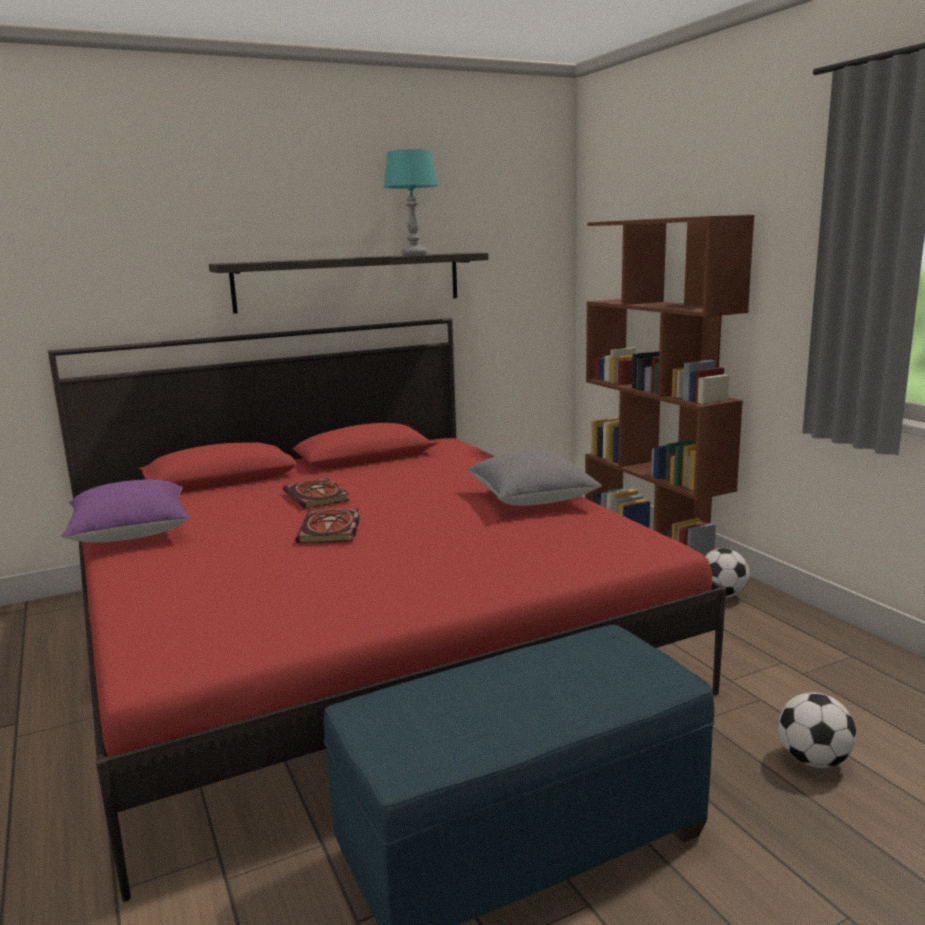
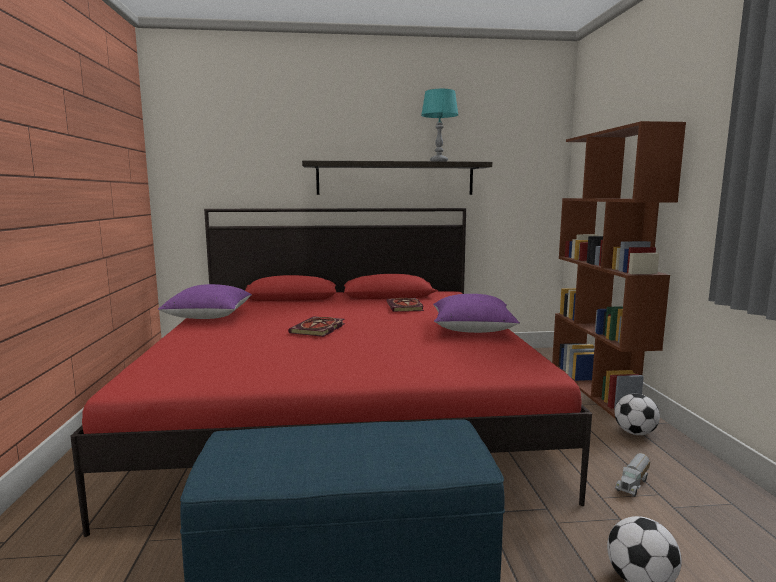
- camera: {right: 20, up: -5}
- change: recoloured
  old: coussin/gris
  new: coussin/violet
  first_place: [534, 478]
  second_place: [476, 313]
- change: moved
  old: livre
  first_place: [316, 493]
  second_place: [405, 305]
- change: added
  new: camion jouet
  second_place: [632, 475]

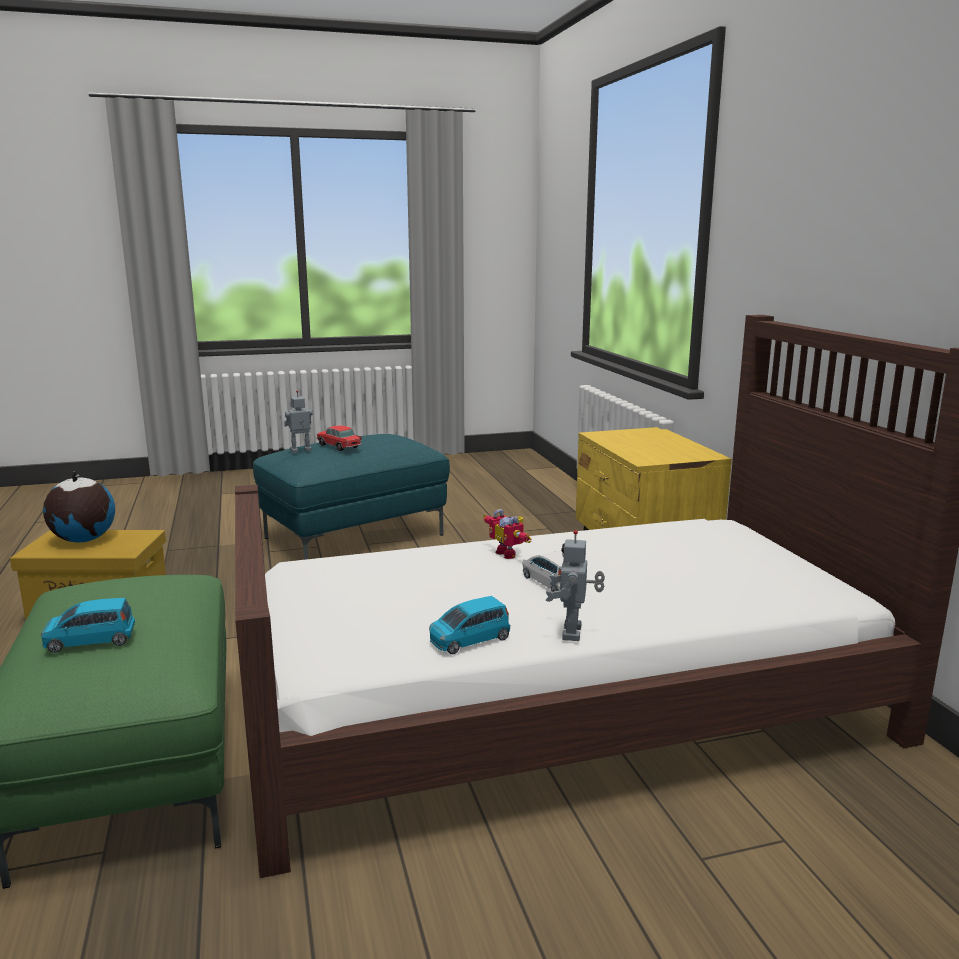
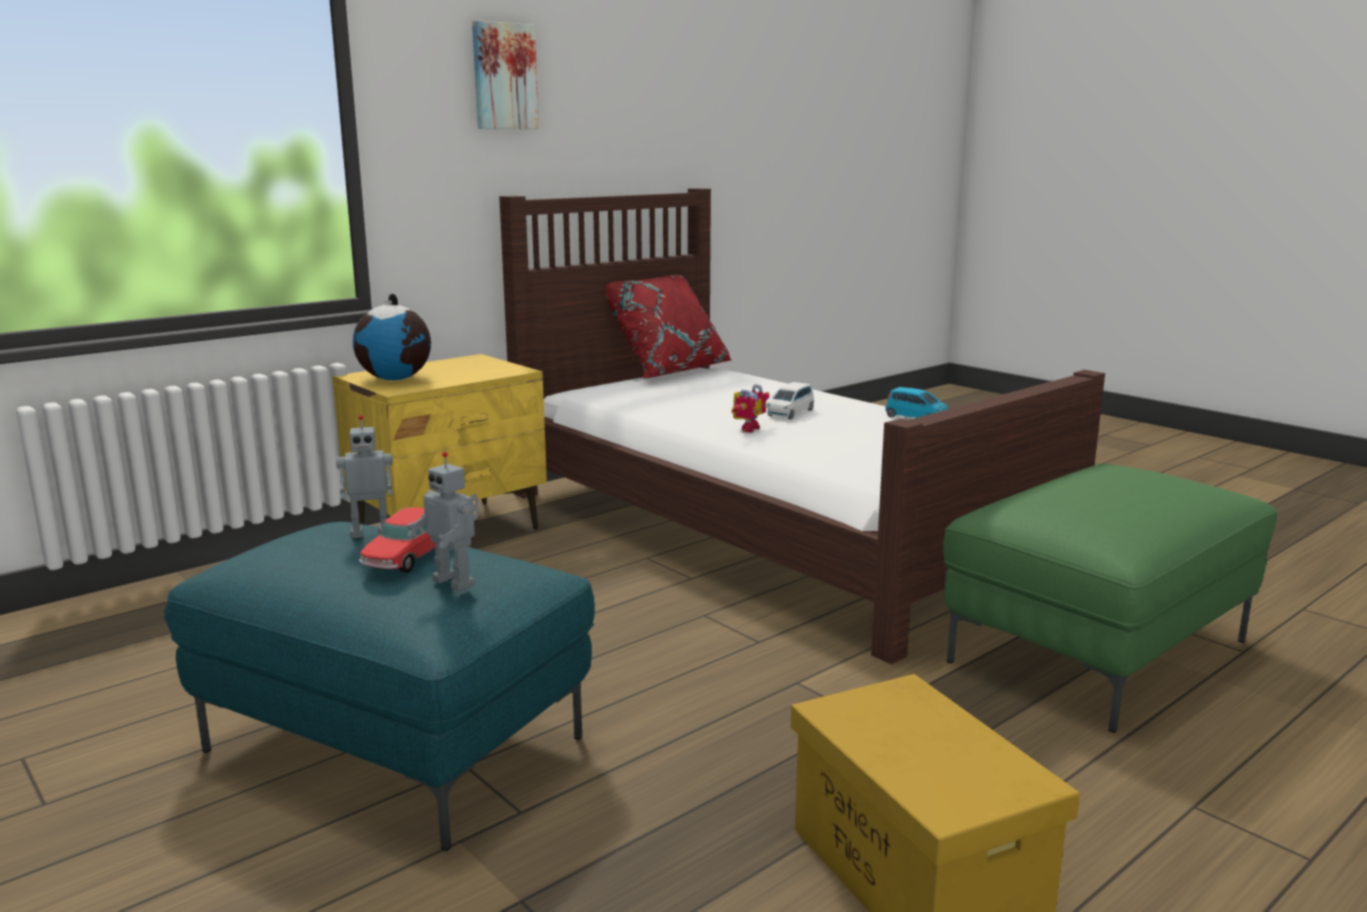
- camera: {right: -115, up: 0}
- change: moved
  old: globe
  first_place: [79, 507]
  second_place: [392, 337]
- change: moved
  old: robot jouet
  first_place: [575, 585]
  second_place: [364, 476]
- change: removed
  old: petite voiture/bleu
  first_place: [88, 625]
- change: added
  new: tableau
  second_place: [505, 74]
- change: added
  new: coussin/rouge
  second_place: [668, 327]

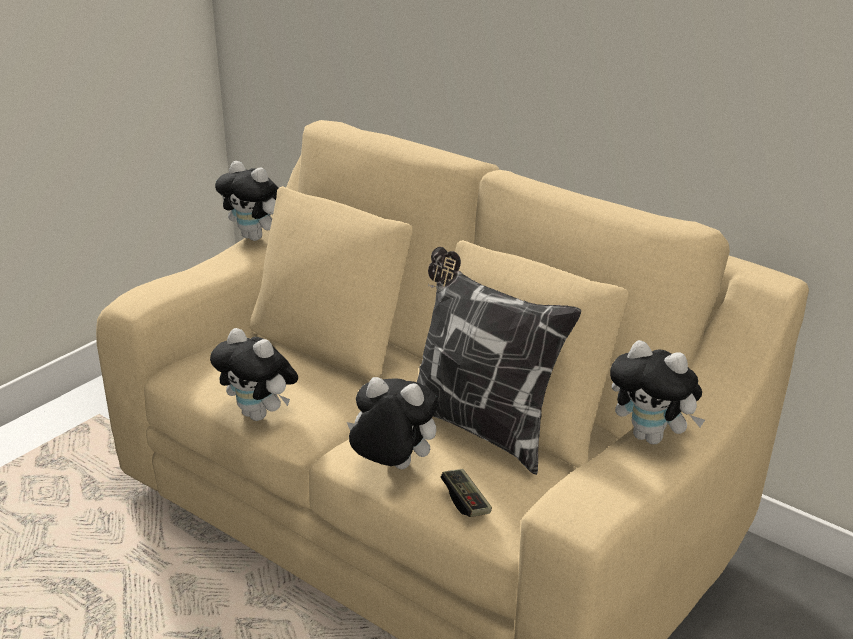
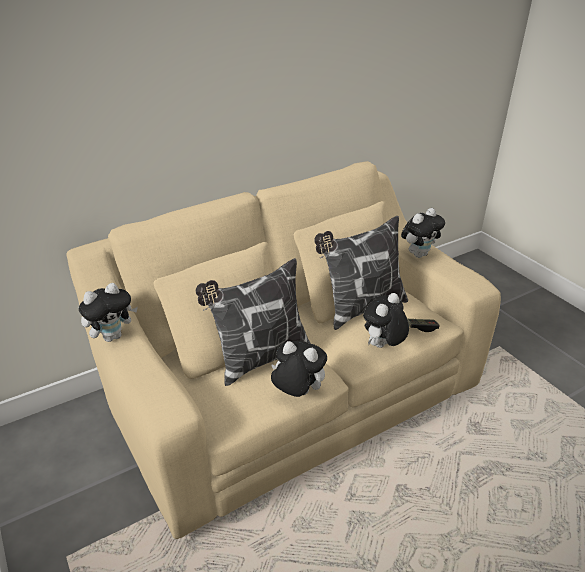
- camera: {right: -70, up: 5}
- change: turned
  old: peluche
  first_place: [254, 374]
  second_place: [299, 369]
  degrees: -120
- change: added
  new: coussin
  second_place: [253, 322]

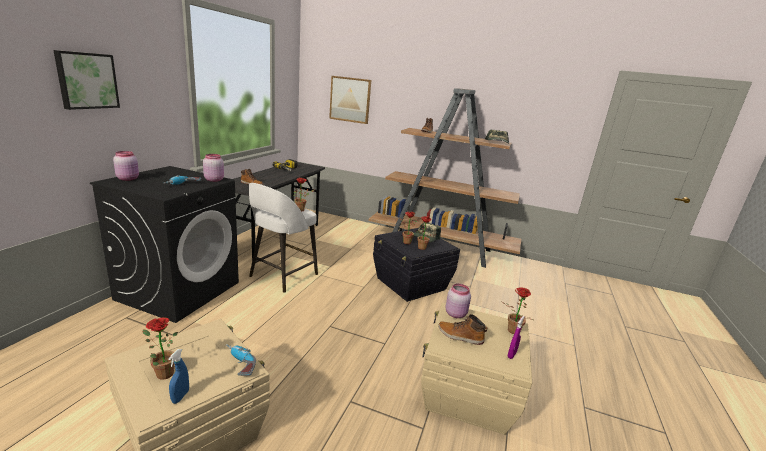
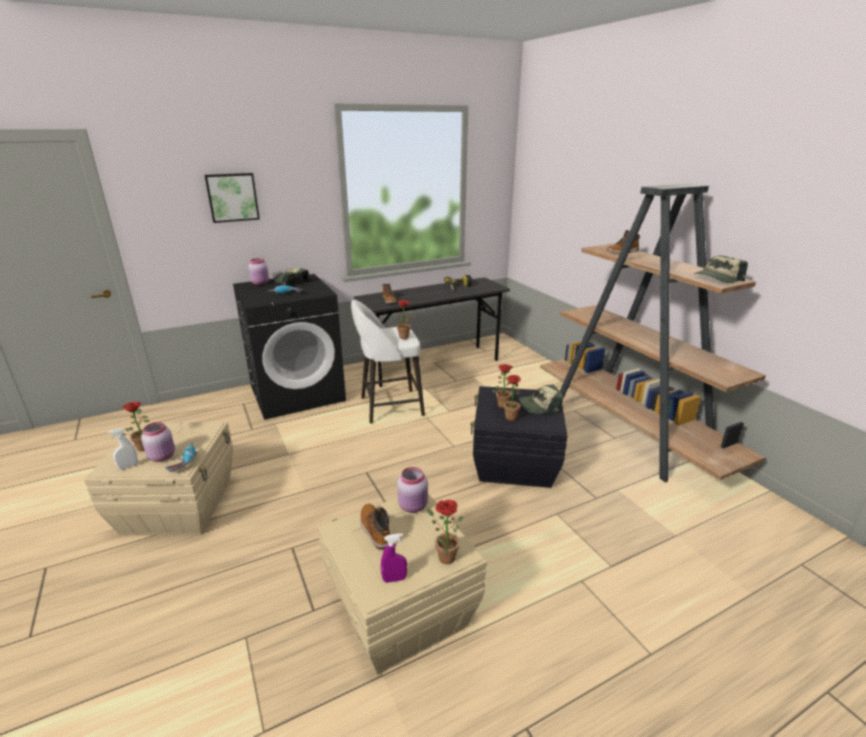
- camera: {right: 45, up: 5}
- change: removed
  old: tableau
  first_place: [350, 100]
- change: moved
  old: bocal/rose
  first_place: [213, 168]
  second_place: [158, 442]
- change: recoloured
  old: vaporisateur/bleu
  new: vaporisateur/blanc
  first_place: [178, 376]
  second_place: [123, 449]
- change: added
  new: casquette
  second_place: [292, 277]

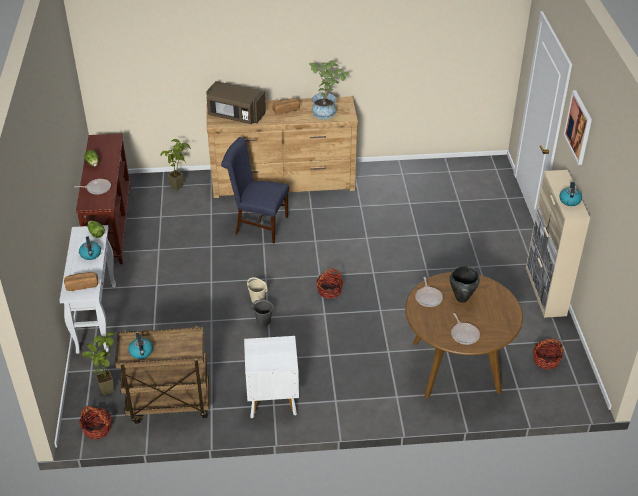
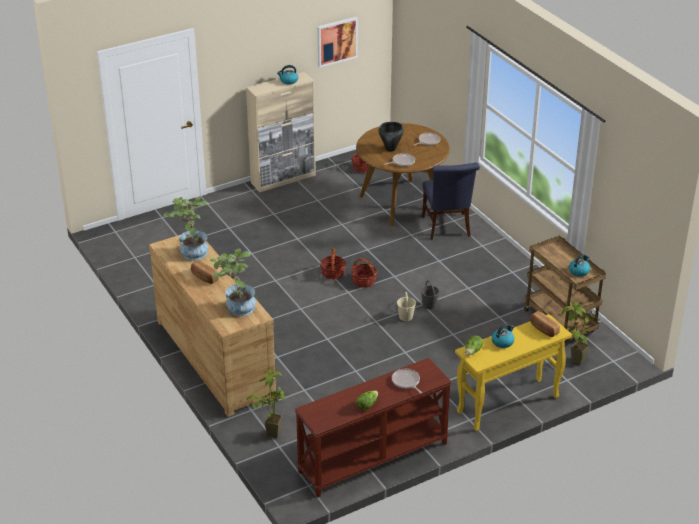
- camera: {right: -115, up: -5}
- change: replaced
  old: micro-ondes/marron
  new: plante en pot
  first_place: [236, 102]
  second_place: [233, 282]
- change: moved
  old: tableau
  first_place: [577, 127]
  second_place: [338, 42]
- change: moved
  old: chaise/bleu
  first_place: [255, 190]
  second_place: [451, 201]
- change: recoloured
  old: table console/blanc
  new: table console/jaune
  first_place: [87, 289]
  second_place: [513, 372]
- change: removed
  old: table de chevet/blanc
  first_place: [271, 377]
- change: moved
  old: panier
  first_place: [95, 423]
  second_place: [333, 263]

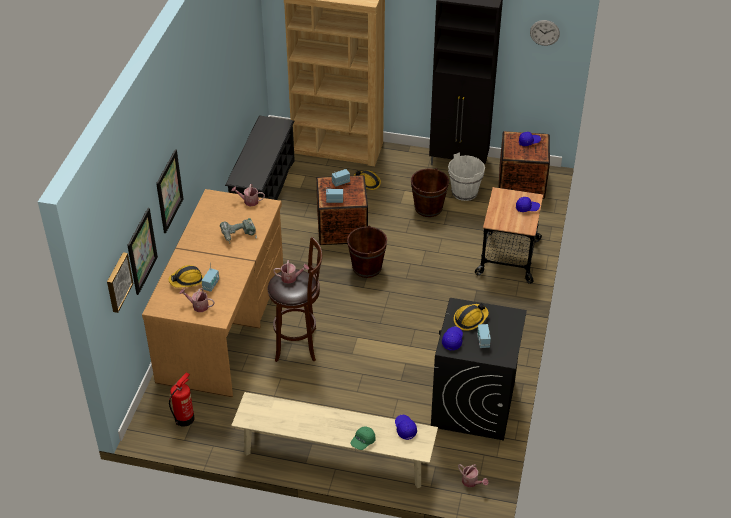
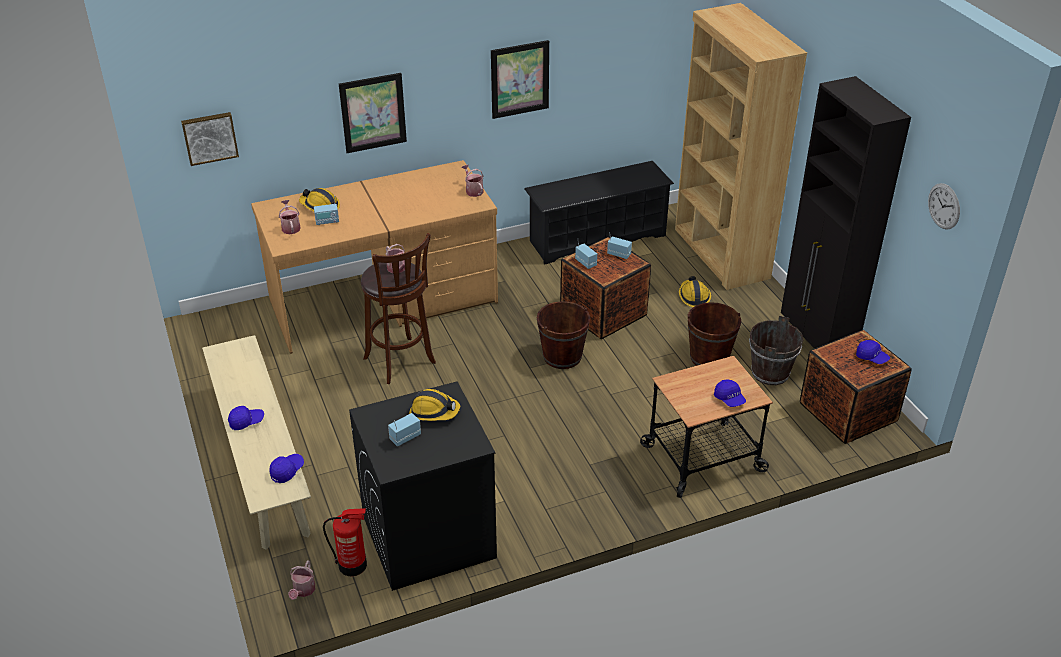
- camera: {right: 55, up: -5}
- change: recoloured
  old: seau/blanc
  new: seau/marron
  first_place: [466, 176]
  second_place: [776, 350]
- change: moved
  old: tableau
  first_place: [142, 251]
  second_place: [520, 79]
- change: removed
  old: perceuse
  first_place: [238, 231]
- change: moved
  old: casquette/bleu
  first_place: [452, 338]
  second_place: [246, 418]
- change: moved
  old: extincteur
  first_place: [182, 399]
  second_place: [345, 542]
- change: removed
  old: casquette/vert
  first_place: [363, 438]

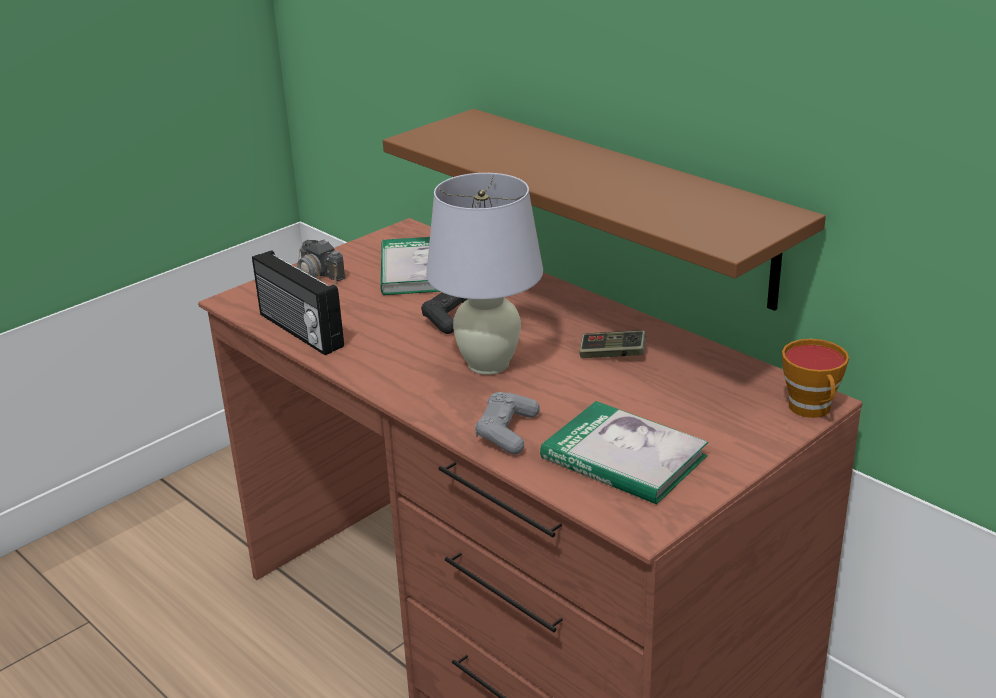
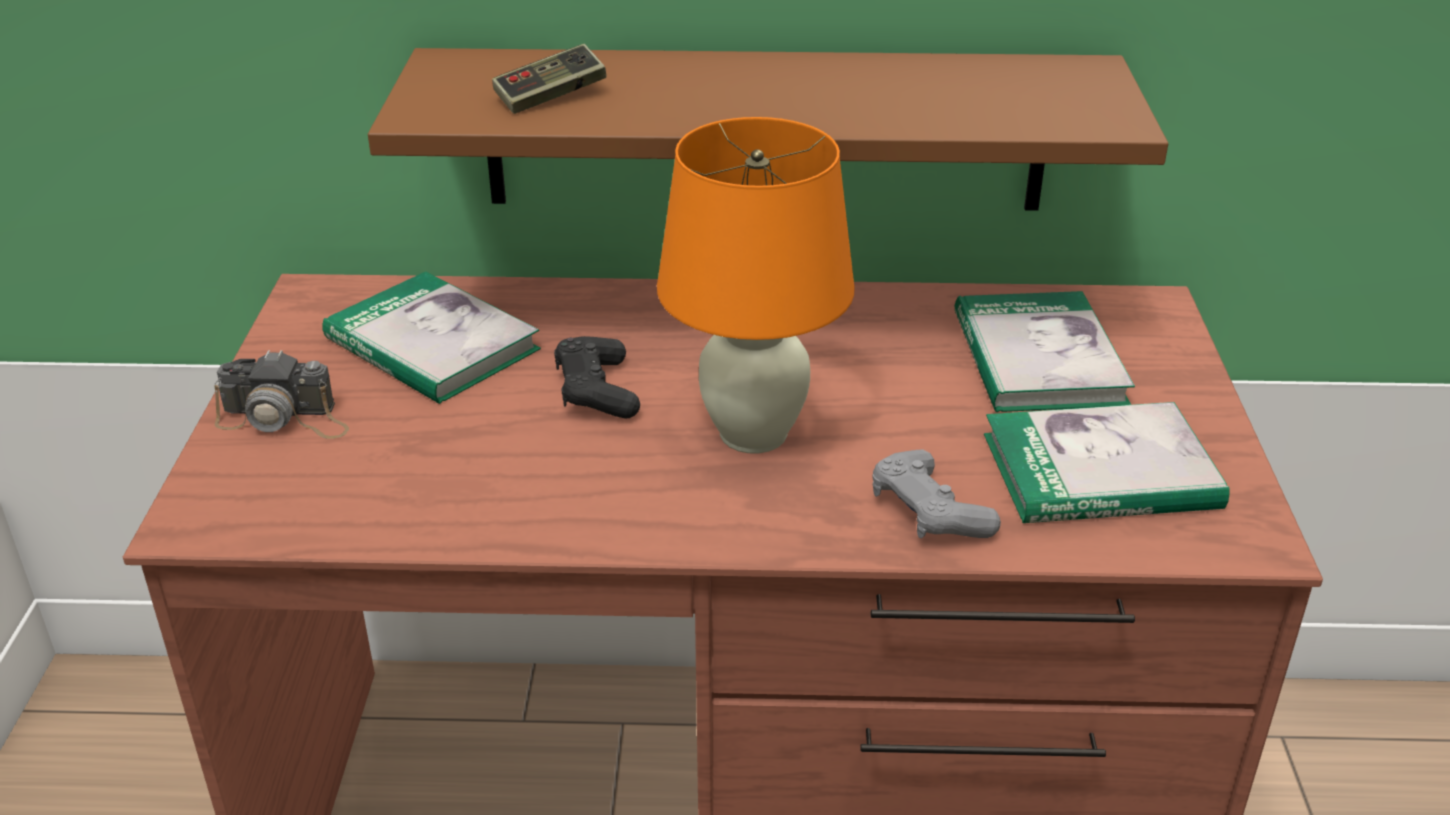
- camera: {right: -45, up: 5}
- change: recoloured
  old: lampe de table/blanc
  new: lampe de table/orange
  first_place: [484, 274]
  second_place: [756, 285]
- change: removed
  old: radio
  first_place: [298, 302]
- change: moved
  old: manette
  first_place: [612, 344]
  second_place: [549, 79]
- change: removed
  old: tasse
  first_place: [815, 378]
- change: added
  new: livre
  second_place: [1045, 351]

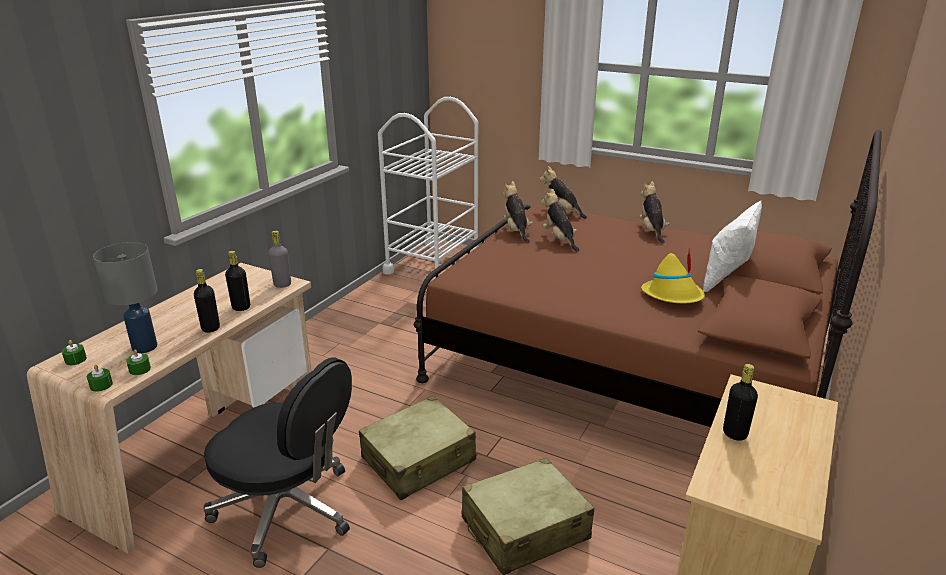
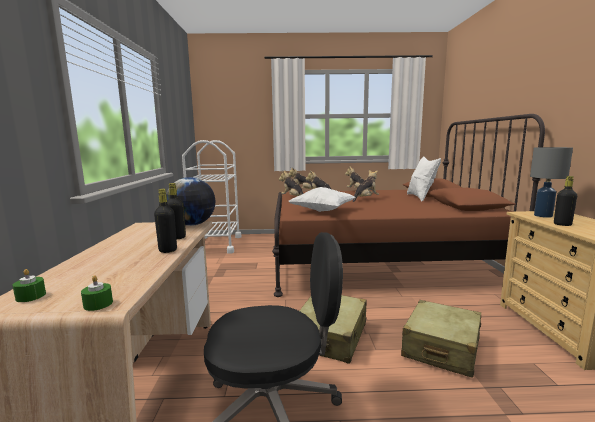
- camera: {right: -30, up: -15}
- change: replaced
  old: bouteille/gris
  new: globe
  first_place: [279, 259]
  second_place: [190, 201]
- change: moved
  old: lampe de table/gris
  first_place: [125, 297]
  second_place: [551, 182]
- change: removed
  old: chapeau/jaune
  first_place: [673, 275]
- change: removed
  old: bougie/vert
  first_place: [138, 362]
- change: added
  new: peluche
  second_place: [366, 186]
- change: added
  new: coussin/blanc
  second_place: [321, 199]

